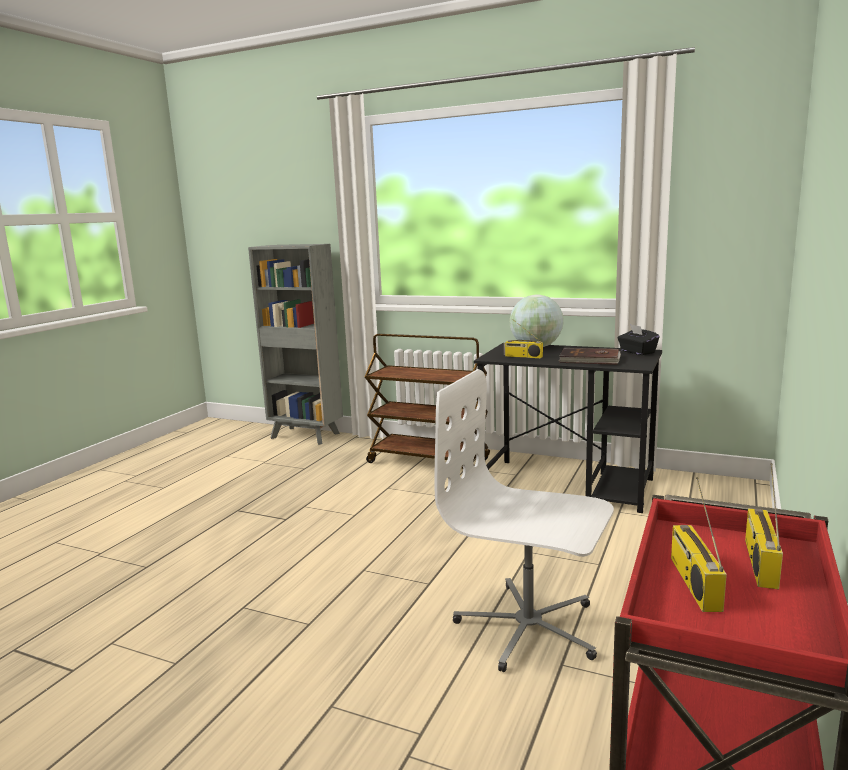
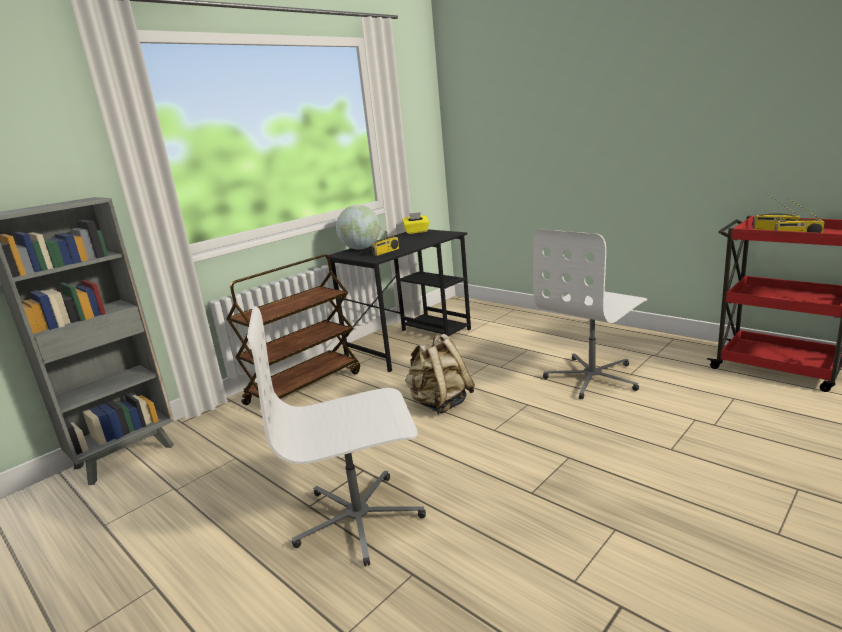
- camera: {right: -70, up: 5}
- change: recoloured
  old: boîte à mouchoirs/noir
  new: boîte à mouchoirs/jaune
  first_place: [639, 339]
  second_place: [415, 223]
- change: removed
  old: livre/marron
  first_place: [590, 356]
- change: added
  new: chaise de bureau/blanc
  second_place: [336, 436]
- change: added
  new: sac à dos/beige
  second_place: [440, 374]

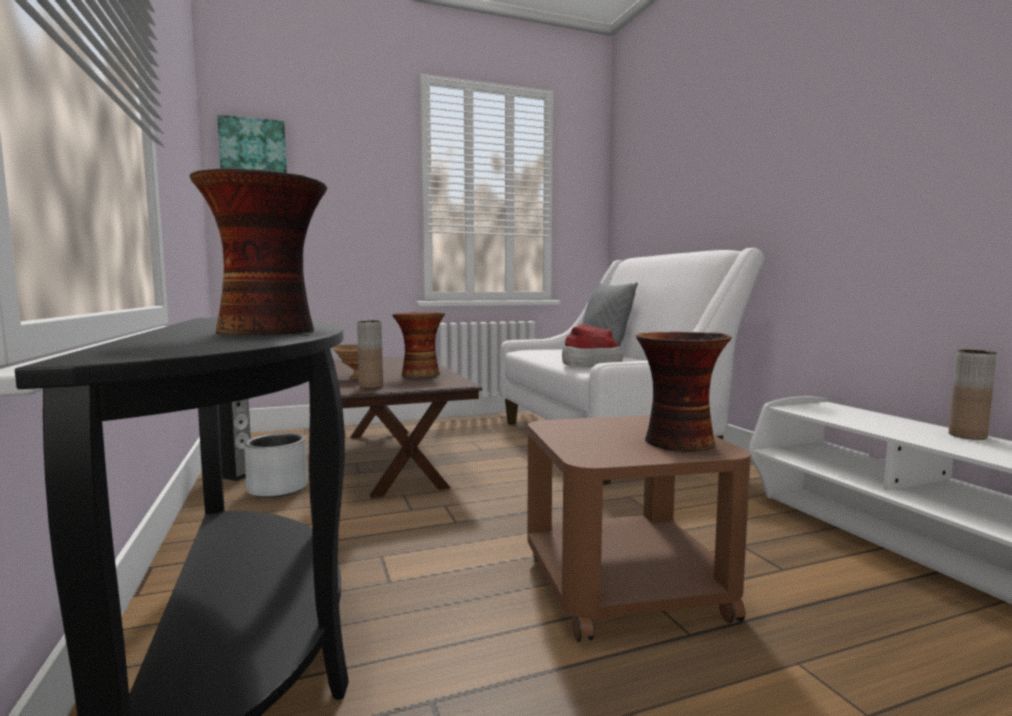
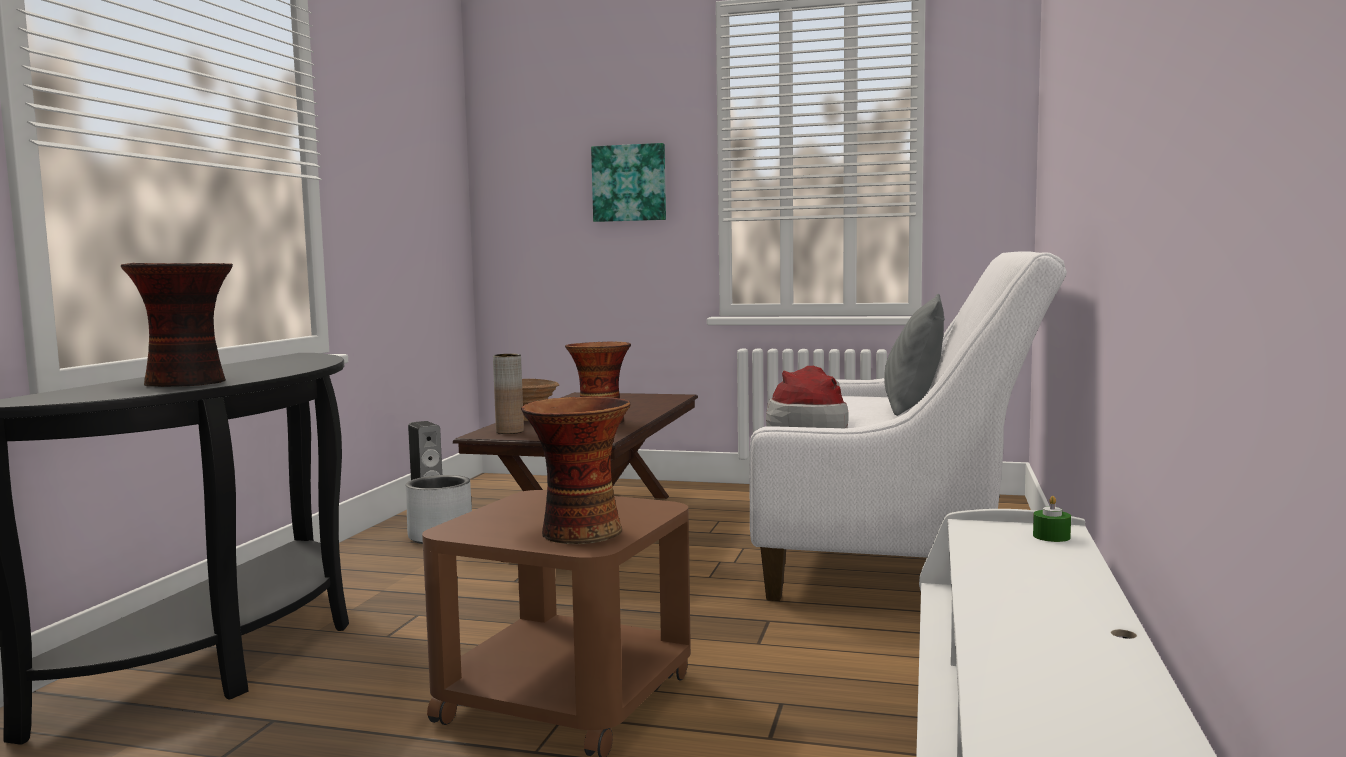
- camera: {right: 35, up: 0}
- change: moved
  old: tableau
  first_place: [252, 144]
  second_place: [628, 182]
- change: removed
  old: vase/marron
  first_place: [973, 395]
- change: added
  new: bougie/vert
  second_place: [1052, 519]

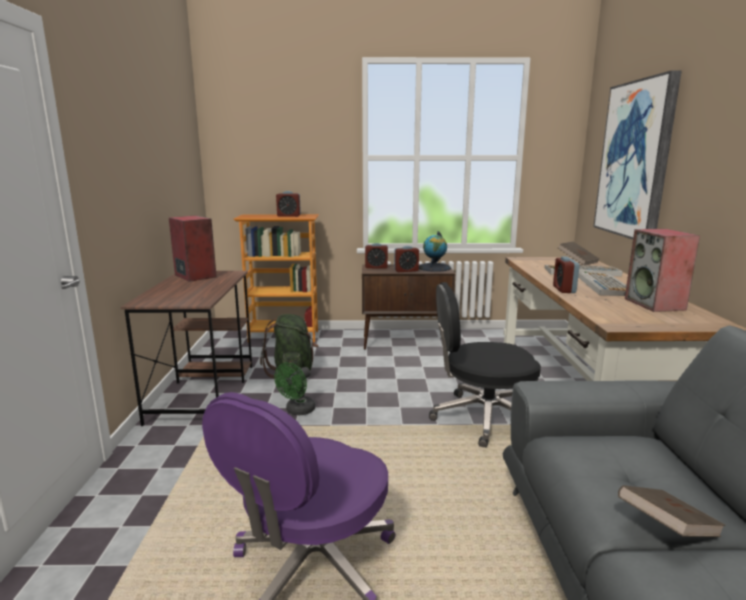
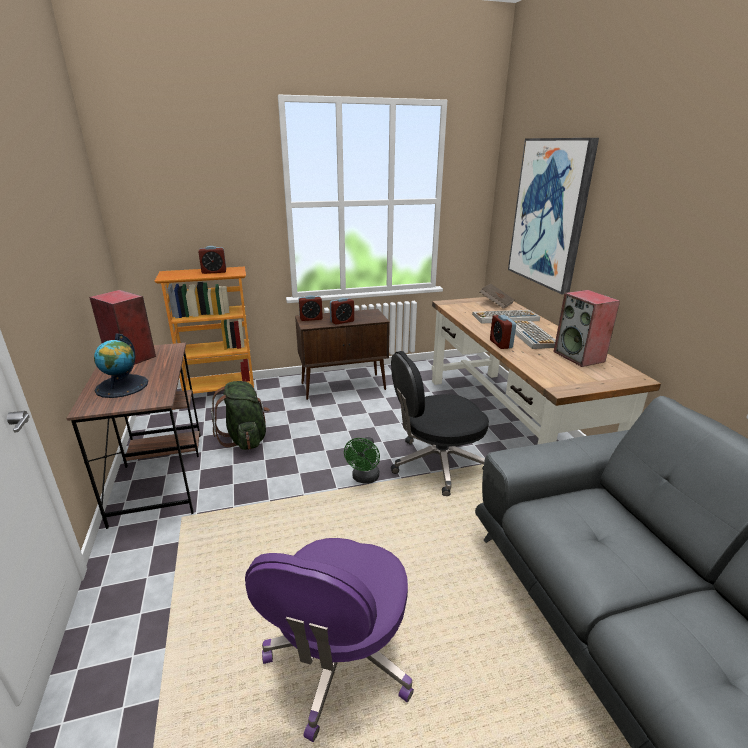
- camera: {right: -15, up: 10}
- change: moved
  old: globe
  first_place: [435, 251]
  second_place: [121, 365]
- change: moved
  old: ventilateur/vert
  first_place: [294, 389]
  second_place: [362, 460]
- change: removed
  old: livre/marron
  first_place: [672, 511]

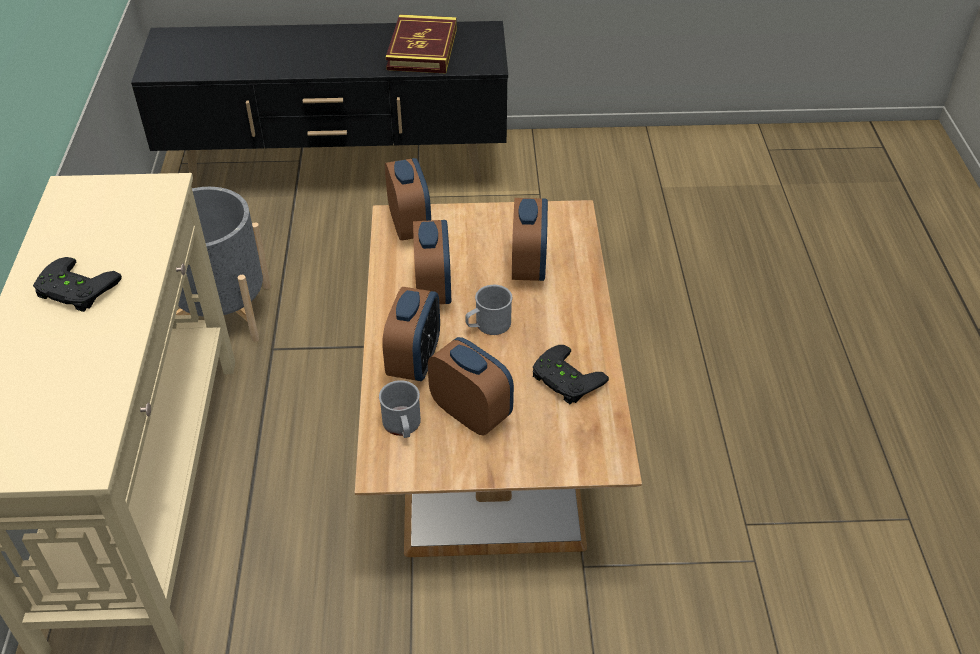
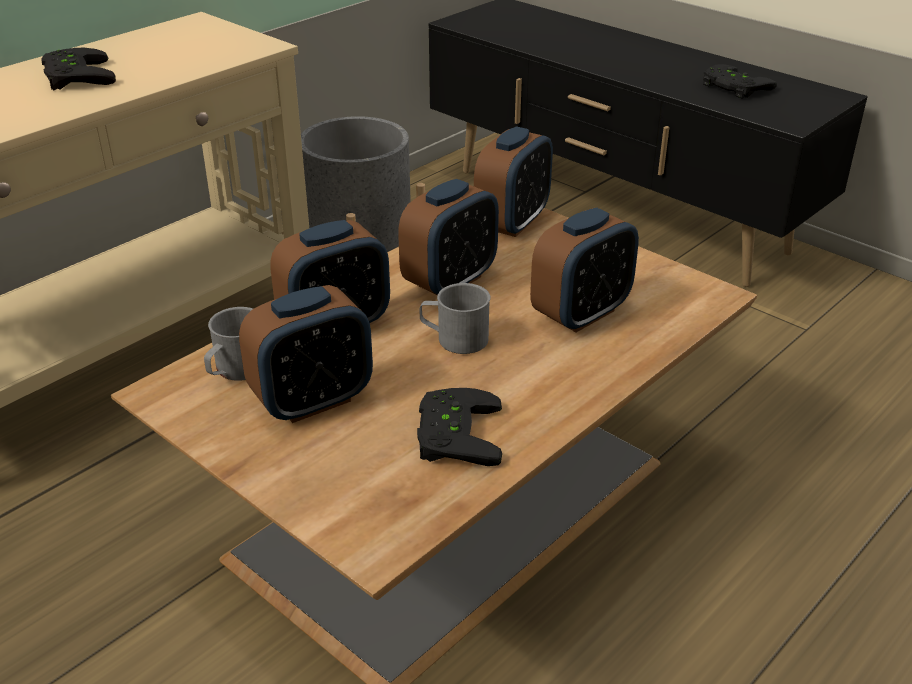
- camera: {right: 45, up: -10}
- change: replaced
  old: livre
  new: manette/noir
  first_place: [421, 43]
  second_place: [740, 81]
- change: turned
  old: réveil
  first_place: [471, 386]
  second_place: [306, 354]
  degrees: 60

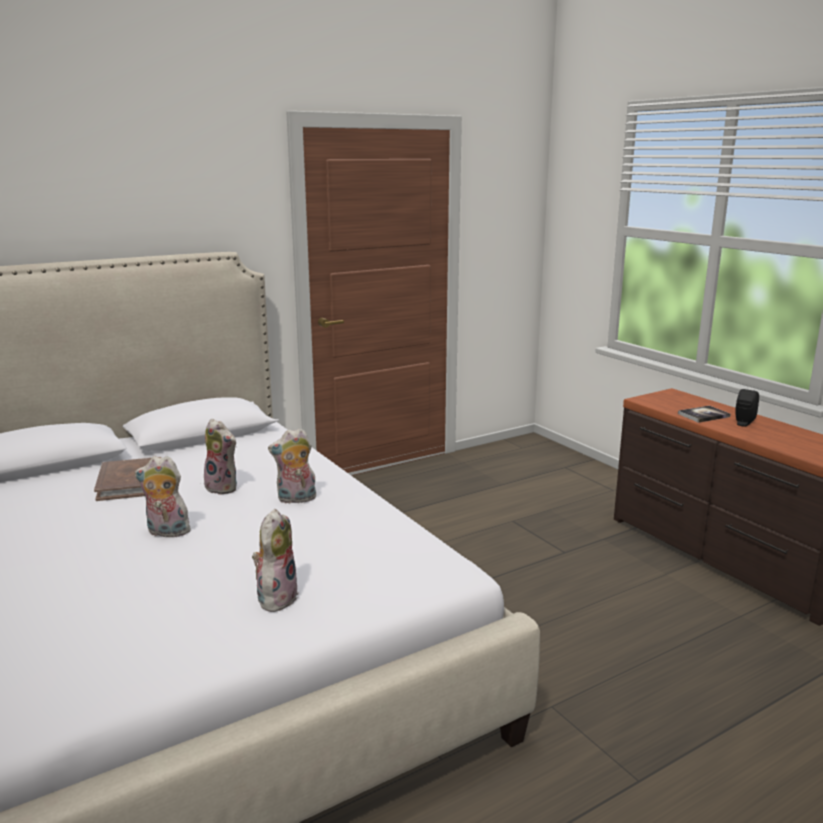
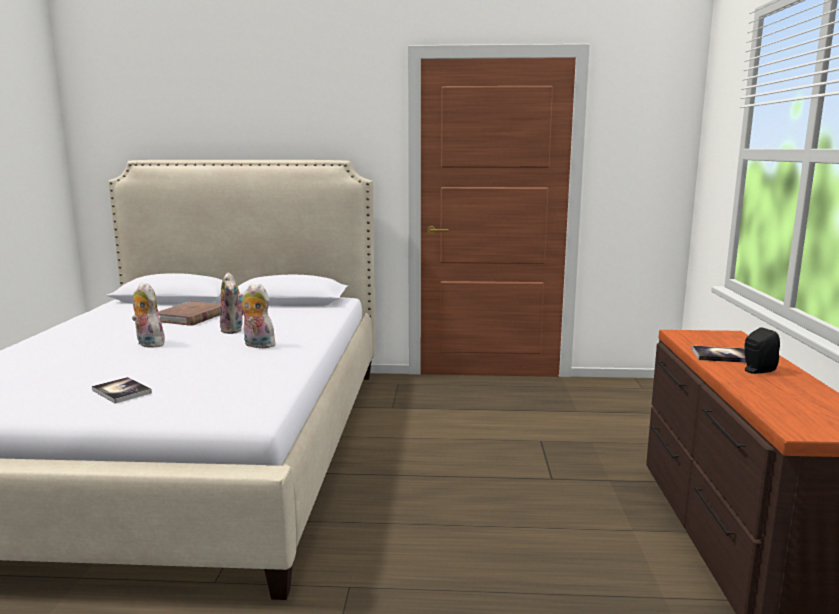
- camera: {right: 35, up: -5}
- change: replaced
  old: peluche
  new: livre
  first_place: [275, 560]
  second_place: [122, 390]

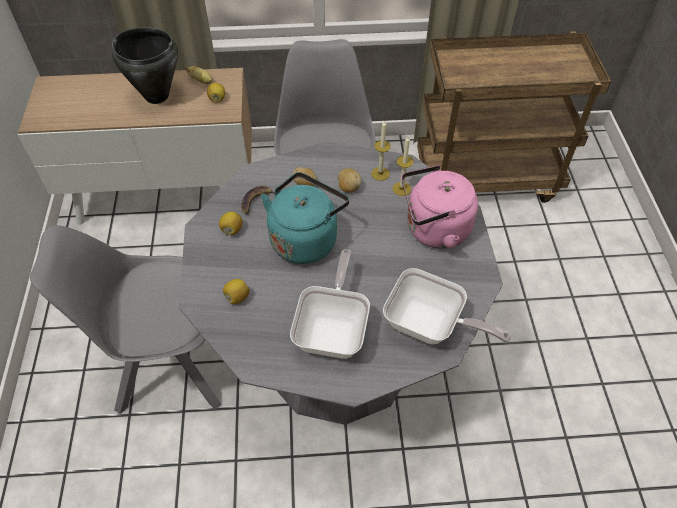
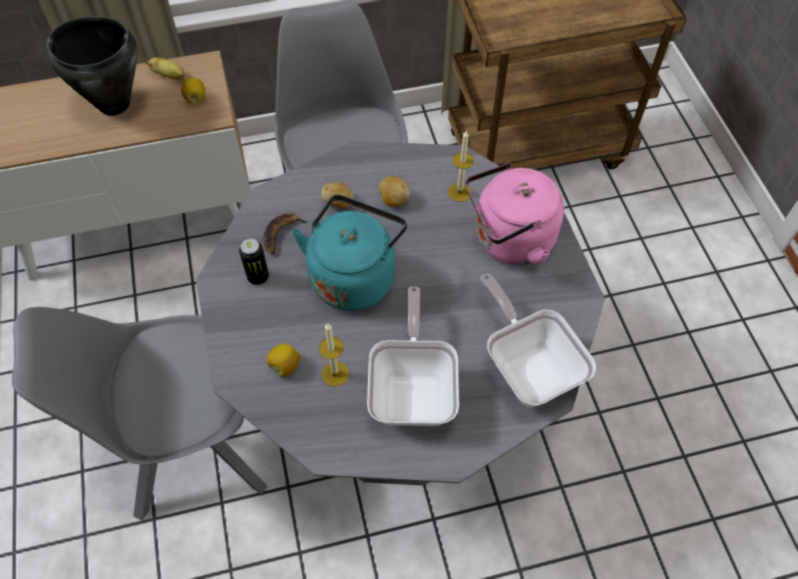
- camera: {right: -10, up: 5}
- change: moved
  old: bougie
  first_place: [381, 150]
  second_place: [334, 355]
- change: replaced
  old: citron
  new: boîte métallique
  first_place: [230, 223]
  second_place: [254, 261]
- change: turned
  old: poêle
  first_place: [447, 306]
  second_place: [538, 340]
  degrees: -135

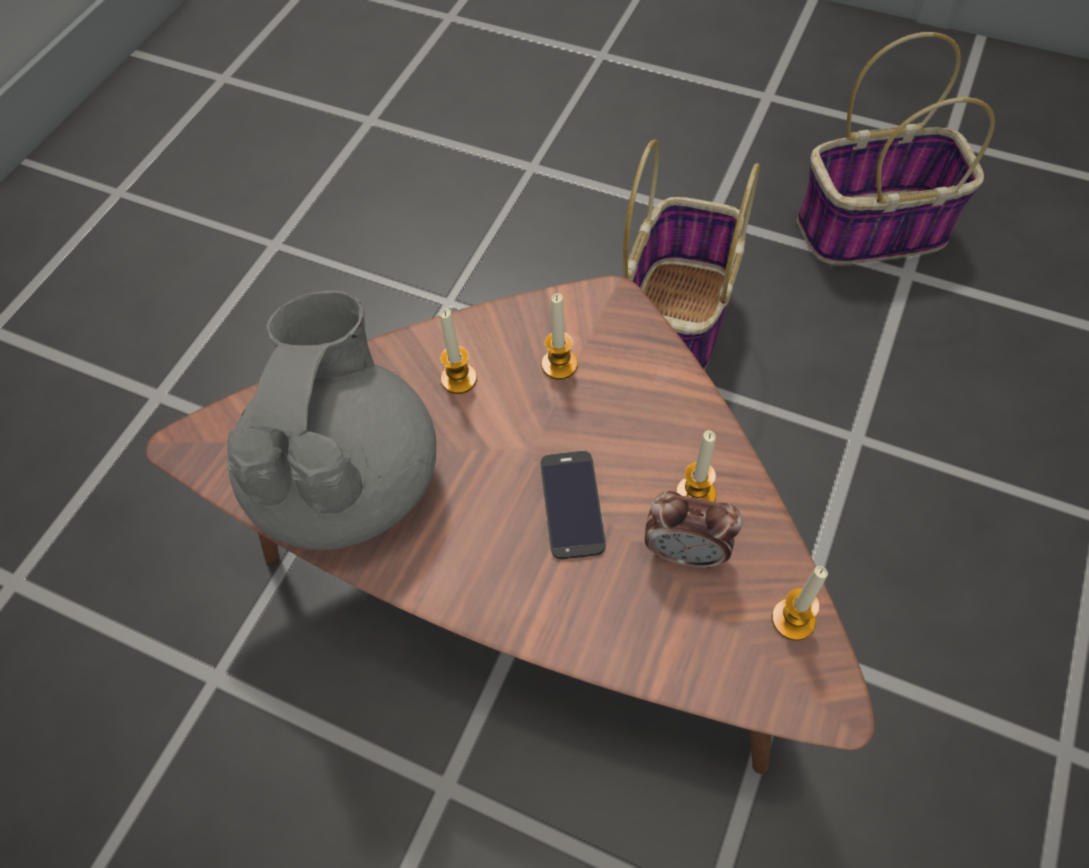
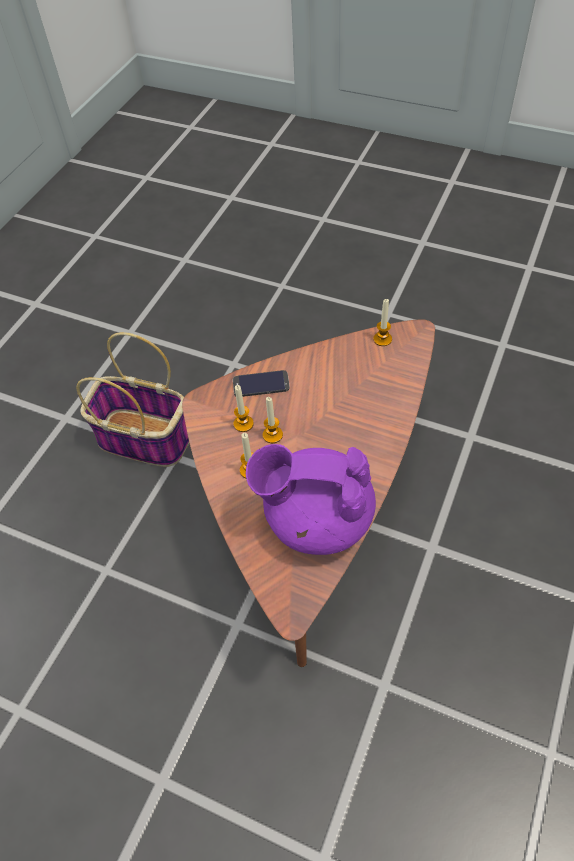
- camera: {right: -90, up: -5}
- change: removed
  old: panier
  first_place: [896, 148]
- change: recoloured
  old: théière/gris
  new: théière/violet
  first_place: [331, 420]
  second_place: [311, 499]
- change: moved
  old: bougie
  first_place: [696, 466]
  second_place: [273, 420]
- change: moved
  old: téléphone
  first_place: [573, 505]
  second_place: [261, 383]
- change: removed
  old: réveil
  first_place: [693, 530]

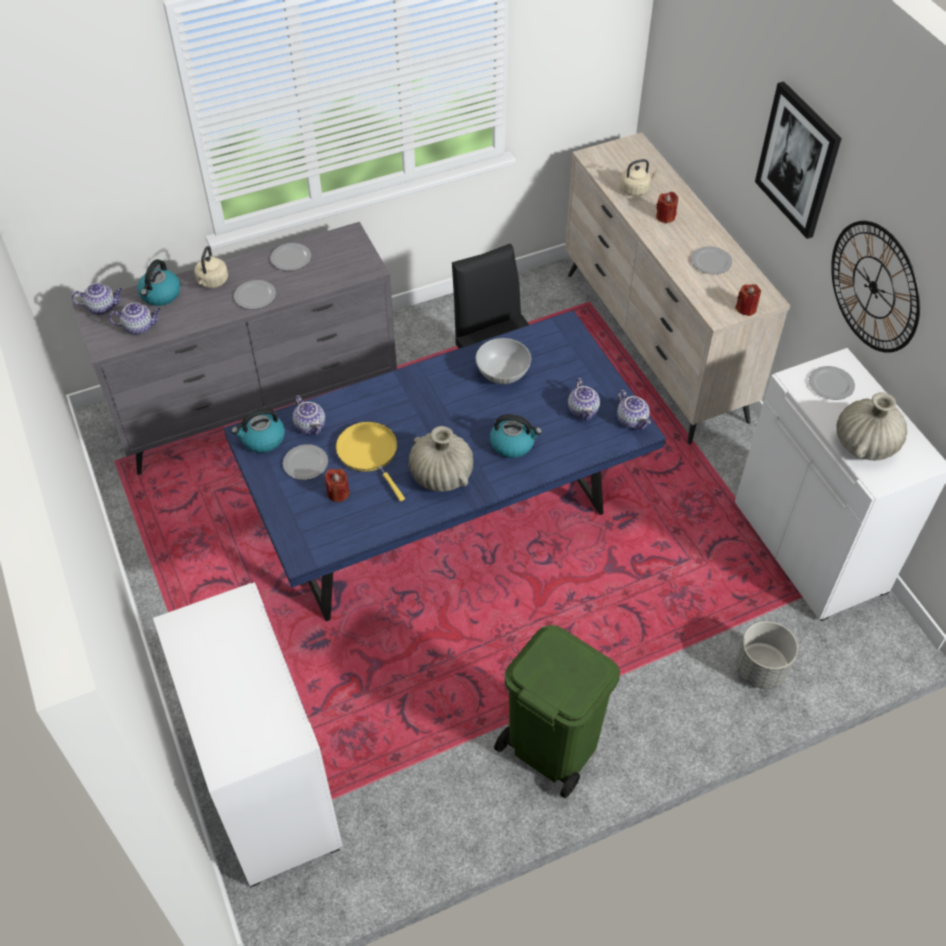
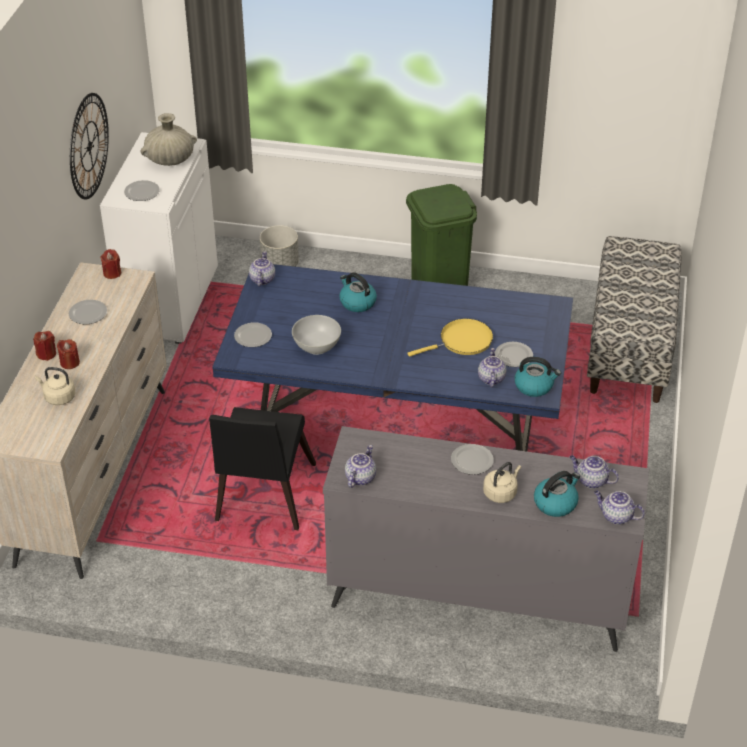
- camera: {right: -145, up: -10}
- change: removed
  old: tableau
  first_place: [798, 160]
- change: moved
  old: assiette
  first_place: [291, 257]
  second_place: [253, 335]
- change: moved
  old: théière
  first_place: [584, 399]
  second_place: [360, 466]
- change: turned
  old: poêle/jaune
  first_place: [370, 461]
  second_place: [450, 338]
  degrees: -120
- change: removed
  old: vase/beige
  first_place: [440, 459]
- change: moved
  old: bougie/rouge
  first_place: [336, 485]
  second_place: [44, 346]
- change: replaced
  old: meuble de rangement/blanc
  new: banc
  first_place: [248, 735]
  second_place: [634, 319]

